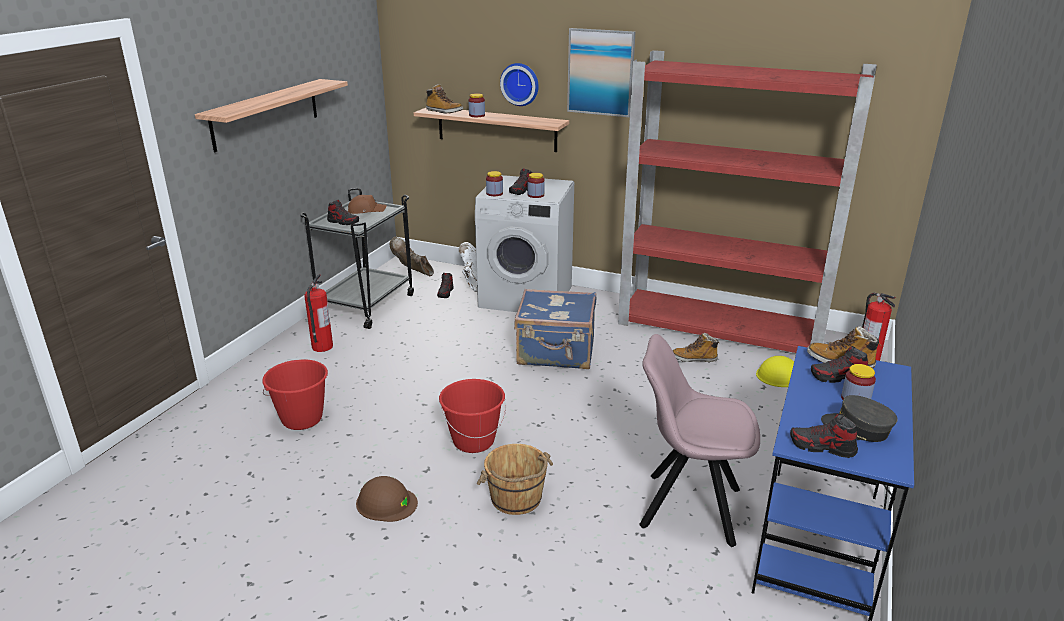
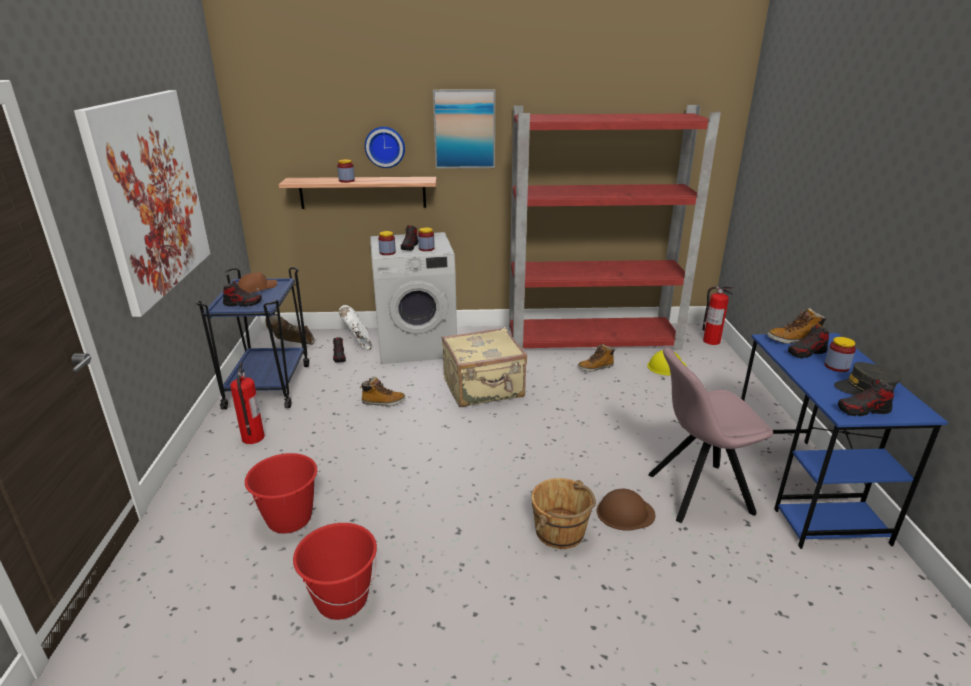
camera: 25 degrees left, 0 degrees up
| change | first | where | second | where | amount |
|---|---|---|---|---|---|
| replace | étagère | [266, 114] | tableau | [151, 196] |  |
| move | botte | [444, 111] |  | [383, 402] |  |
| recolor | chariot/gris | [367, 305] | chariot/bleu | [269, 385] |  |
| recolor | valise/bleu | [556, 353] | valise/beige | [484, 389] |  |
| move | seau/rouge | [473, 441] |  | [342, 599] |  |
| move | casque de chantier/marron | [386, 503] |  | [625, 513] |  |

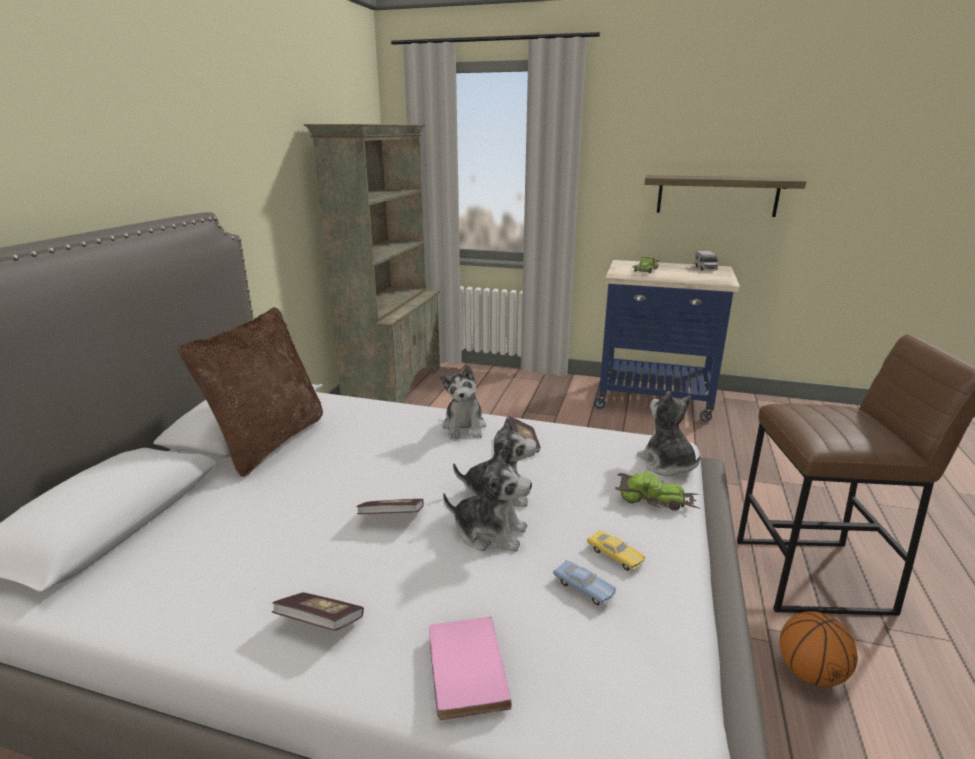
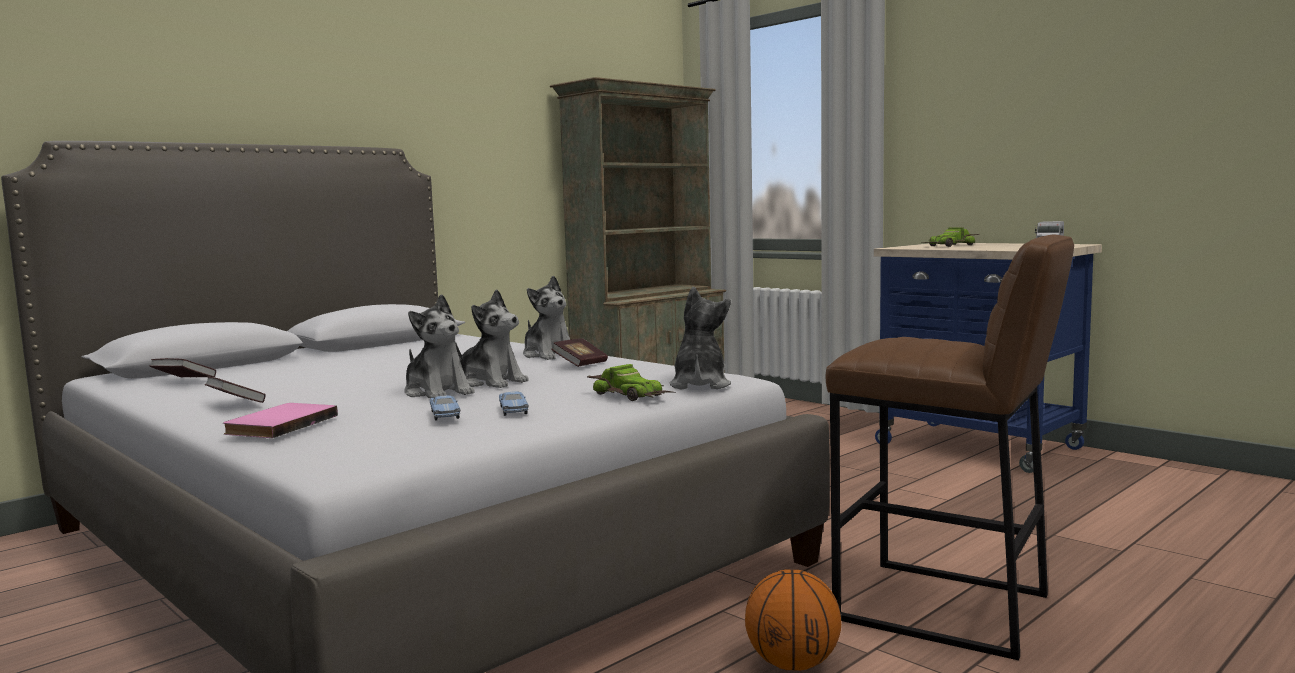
camera: 30 degrees right, 15 degrees down
| change | first | where | second | where | amount |
|---|---|---|---|---|---|
| delete | étagère | [717, 195] |  |  |  |
| delete | coussin/marron | [271, 443] |  |  |  |
| rotate | peluche | [464, 427] |  | [549, 355] | 60 degrees counterclockwise |
| move | livre | [391, 517] |  | [184, 381] |  |
| recolor | petite voiture/jaune | [615, 555] | petite voiture/bleu | [513, 410] |  |

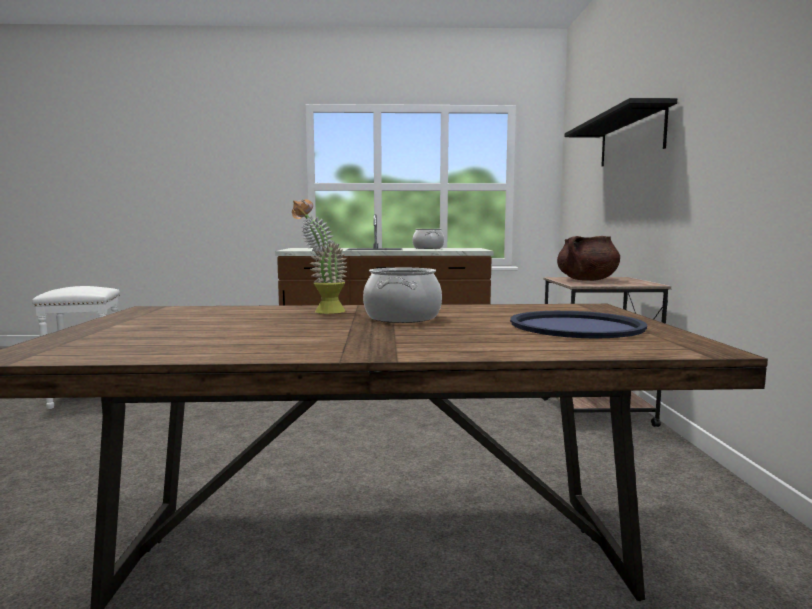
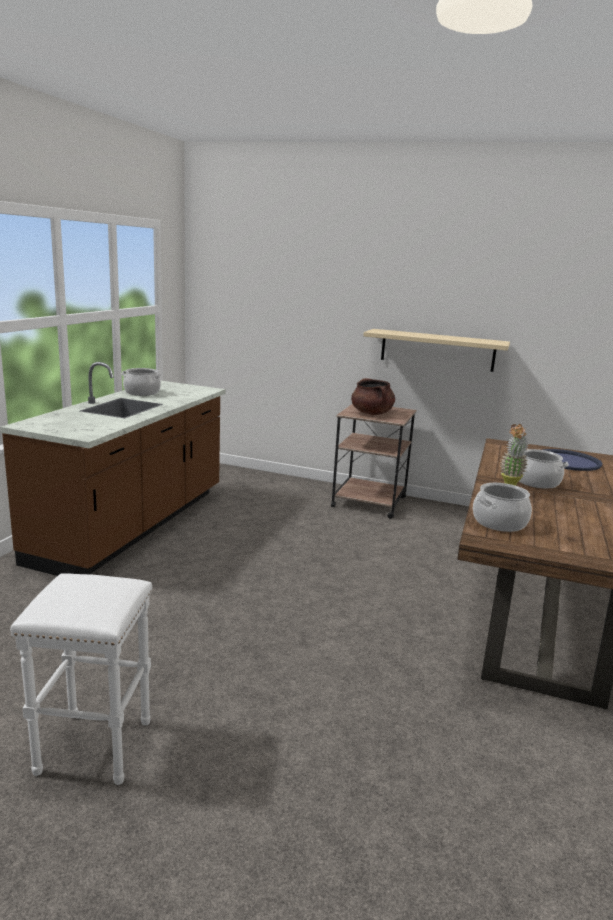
camera: 70 degrees left, 10 degrees up
| change | first | where | second | where | amount |
|---|---|---|---|---|---|
| delete | étagère/noir | [631, 138] |  |  |  |
| insert |  |  | étagère/beige | [437, 350] |  |
| insert |  |  | marmite | [499, 523] |  |

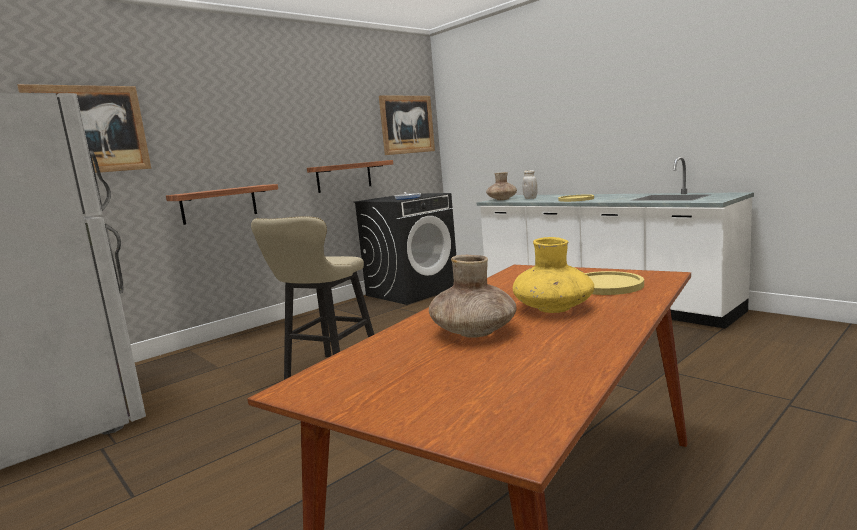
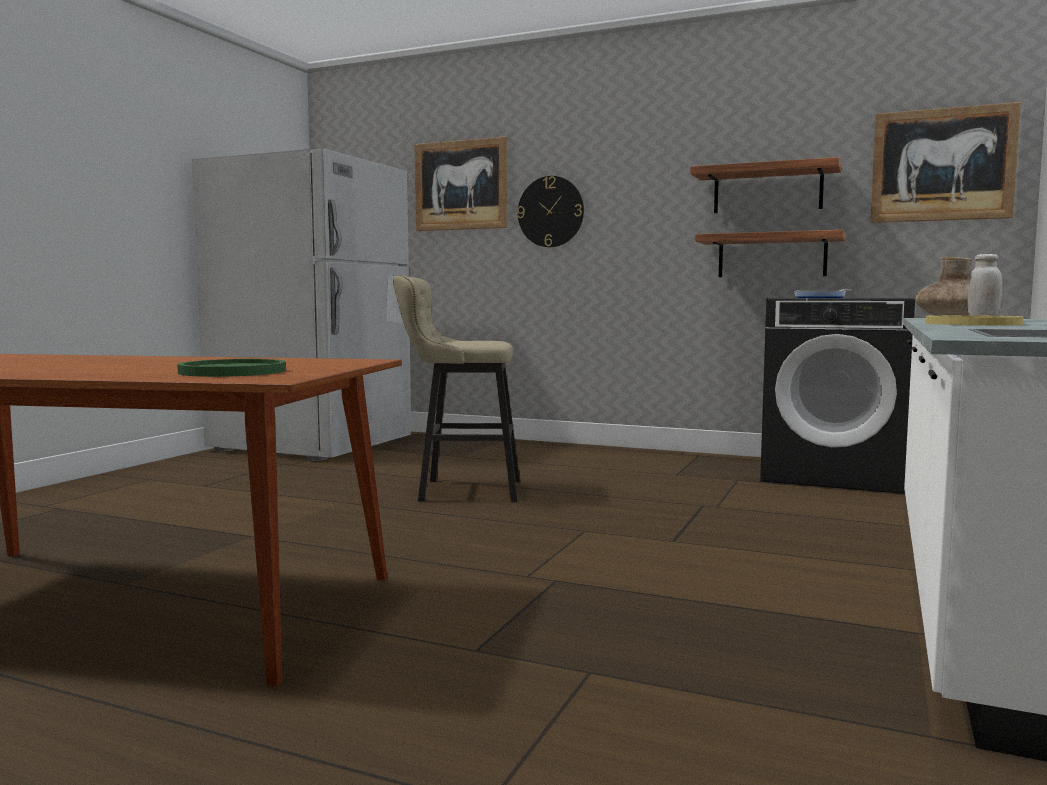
camera: 65 degrees right, 5 degrees down
| change | first | where | second | where | amount |
|---|---|---|---|---|---|
| move | étagère | [219, 204] |  | [767, 190] |  |
| delete | vase/jaune | [553, 308] |  |  |  |
| delete | vase/marron | [474, 332] |  |  |  |
| recolor | assiette/jaune | [606, 285] | assiette/vert | [233, 371] |  |
| insert |  |  | horloge murale | [550, 211] |  |

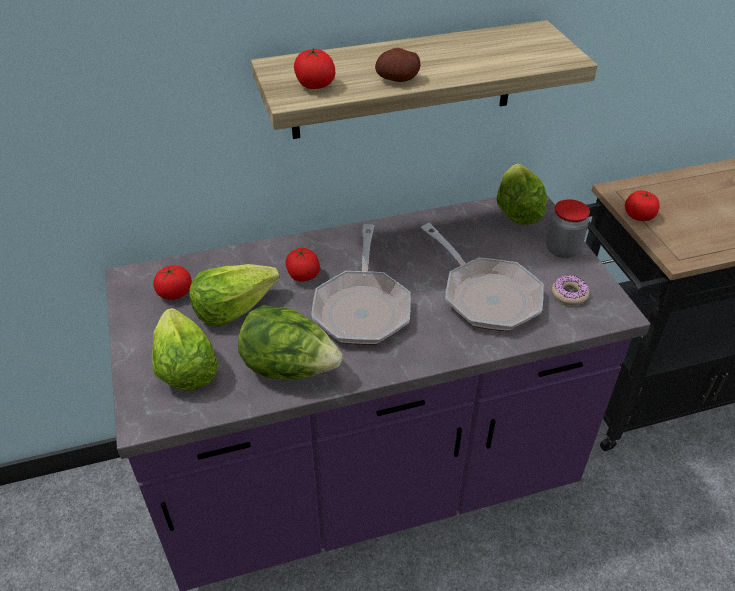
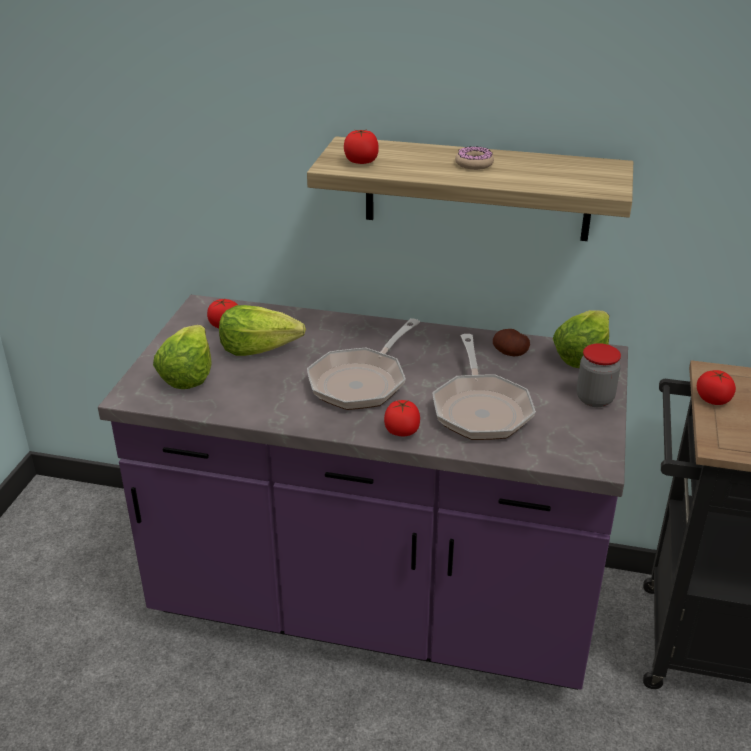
camera: 30 degrees right, 10 degrees down
| change | first | where | second | where | amount |
|---|---|---|---|---|---|
| move | pomme de terre | [397, 79] |  | [510, 353] |  |
| move | tomate | [303, 275] |  | [401, 431] |  |
| move | beignet | [569, 294] |  | [474, 164] |  |
| delete | laitue | [290, 368] |  |  |  |

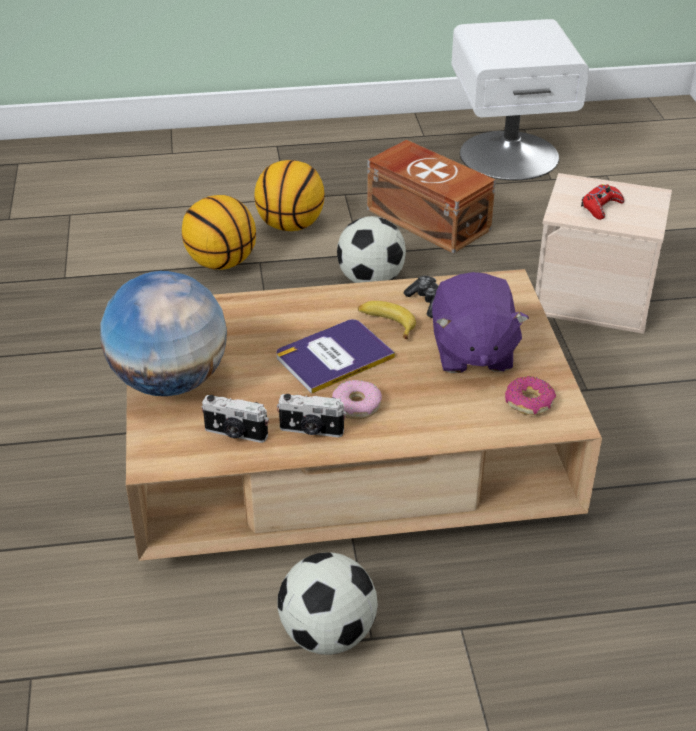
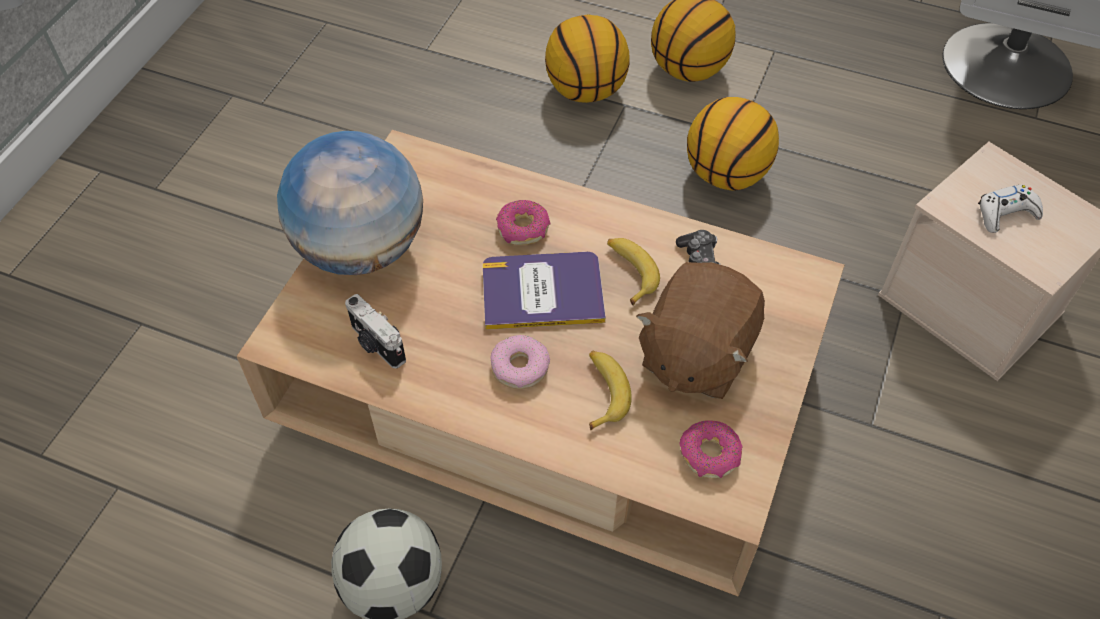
camera: 30 degrees right, 15 degrees up
| change | first | where | second | where | amount |
|---|---|---|---|---|---|
| delete | boîte de rangement/marron | [428, 218] |  |  |  |
| recolor | manette/rouge | [601, 207] | manette/blanc | [1006, 214] |  |
| replace | ballon de foot | [370, 279] | ballon de basket | [726, 174] |  |
| recolor | peluche/violet | [472, 352] | peluche/marron | [695, 354] |  |
| delete | appareil photo | [311, 431] |  |  |  |
| insert |  |  | beignet | [523, 229] |  |
| insert |  |  | banane | [603, 392] |  |

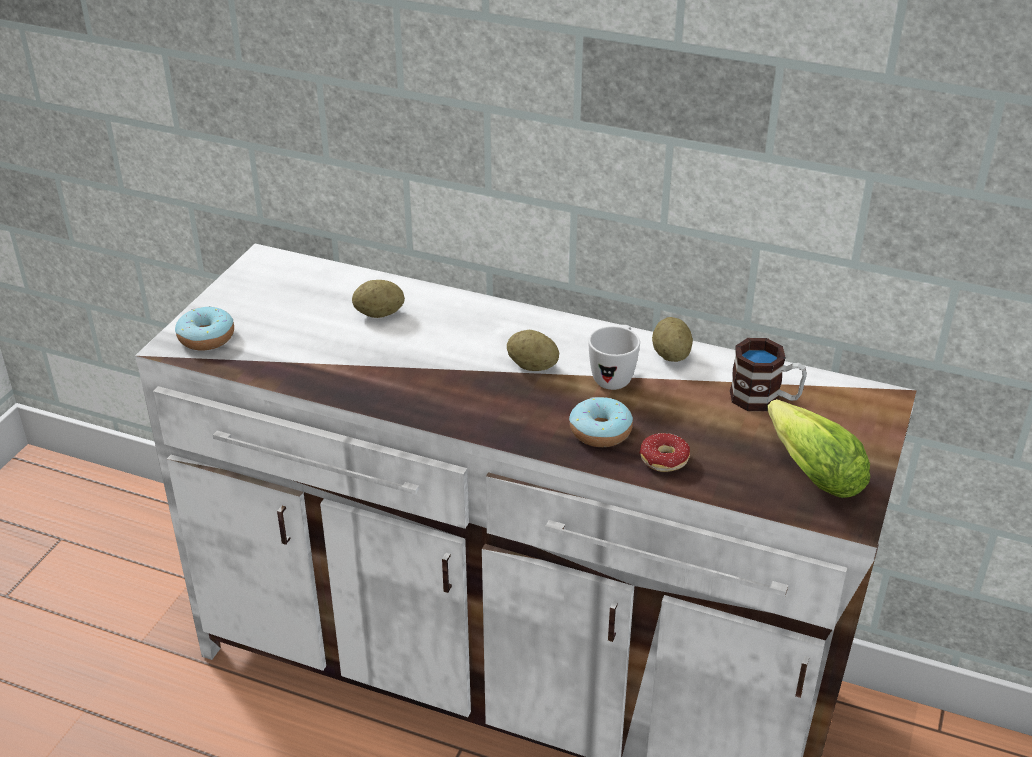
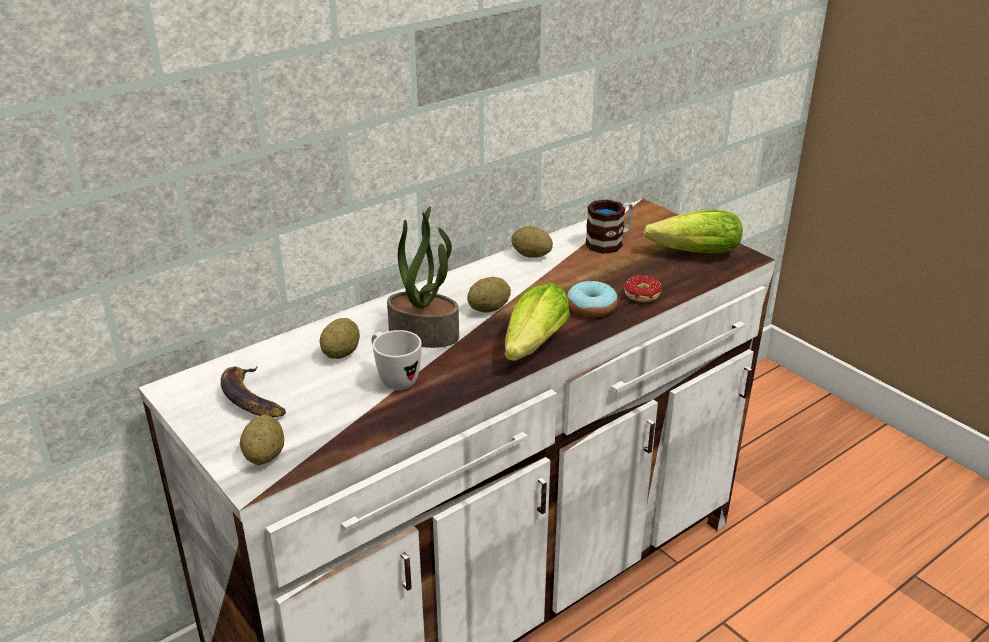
camera: 60 degrees left, 5 degrees down
| change | first | where | second | where | amount |
|---|---|---|---|---|---|
| replace | beignet | [206, 338] | pomme de terre | [264, 456] |  |
| move | mug/blanc | [615, 376] |  | [394, 379] |  |
| insert |  |  | plante en pot | [425, 334] |  |
| insert |  |  | laitue | [531, 348] |  |
| insert |  |  | banane | [251, 398] |  |

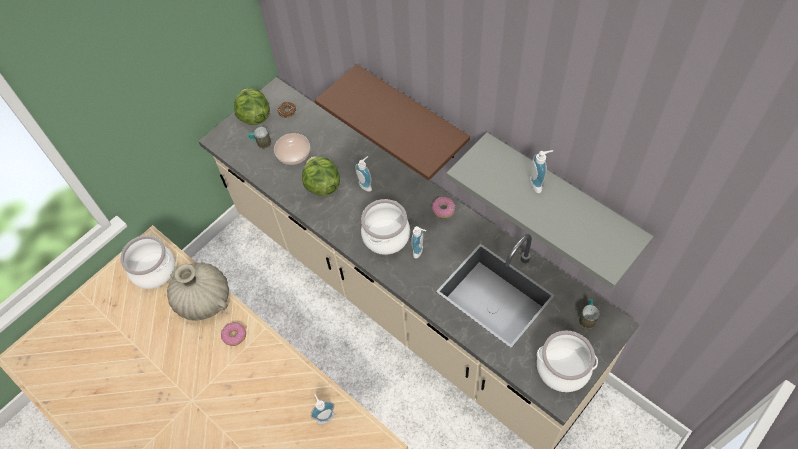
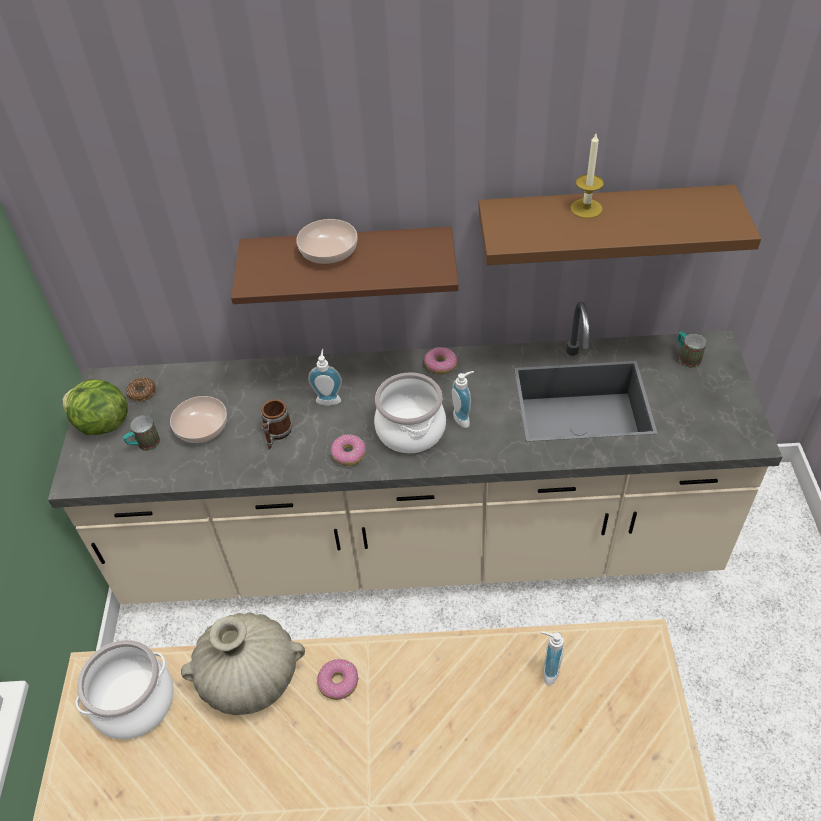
camera: 45 degrees left, 10 degrees down
| change | first | where | second | where | amount |
|---|---|---|---|---|---|
| recolor | étagère/gris | [562, 197] | étagère/marron | [602, 222] |  |
| replace | distributeur de savon | [538, 184] | bougie | [586, 208] |  |
| replace | laitue | [322, 185] | mug | [276, 434] |  |
| delete | marmite | [563, 367] |  |  |  |
| insert |  |  | bol | [329, 253] |  |
| insert |  |  | beignet | [348, 454] |  |

